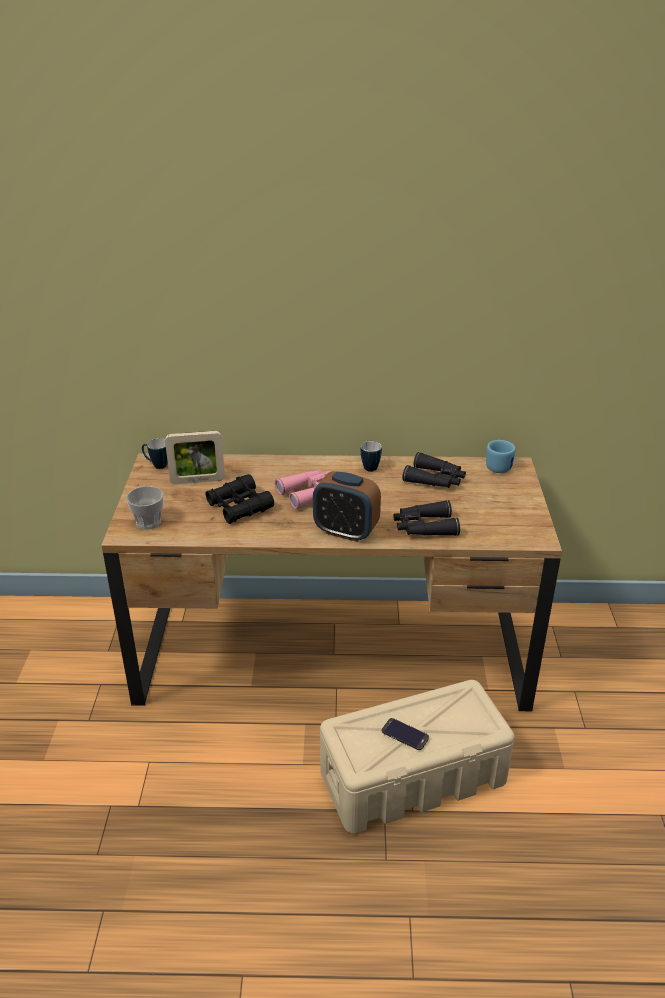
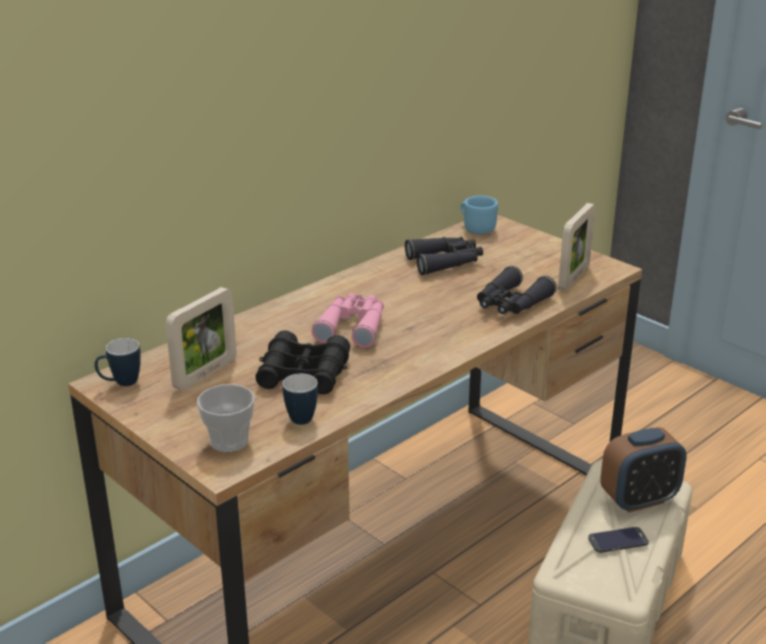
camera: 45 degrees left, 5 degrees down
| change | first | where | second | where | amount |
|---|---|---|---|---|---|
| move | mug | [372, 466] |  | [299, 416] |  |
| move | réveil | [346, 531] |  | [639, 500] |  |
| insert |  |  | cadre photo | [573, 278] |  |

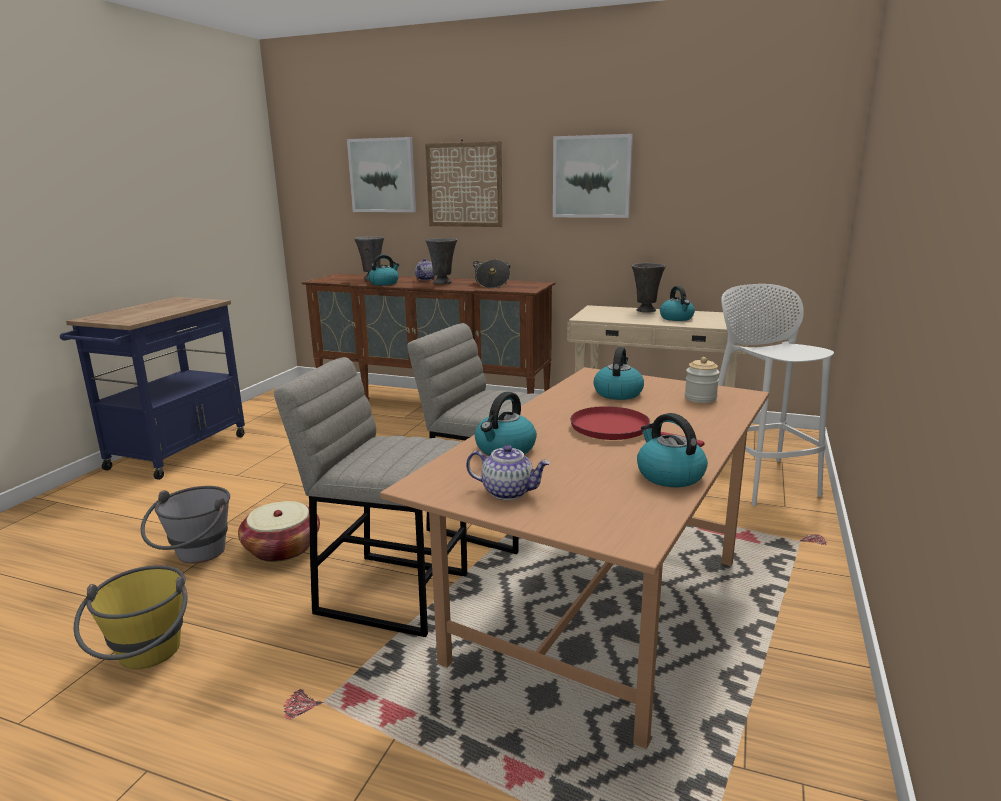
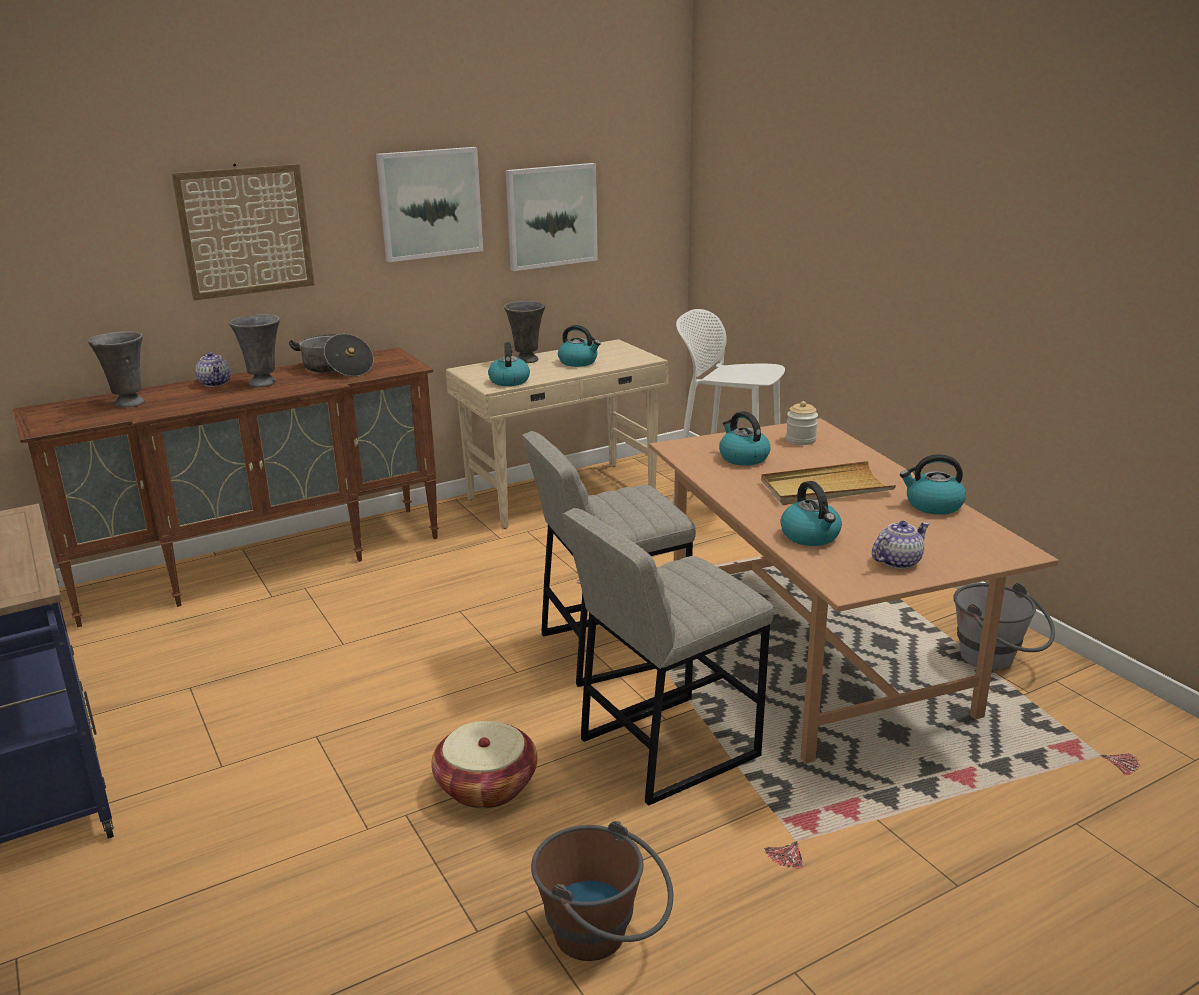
camera: 50 degrees left, 5 degrees up
| change | first | where | second | where | amount |
|---|---|---|---|---|---|
| move | tableau | [382, 175] |  | [551, 216] |  |
| move | bouilloire | [384, 283] |  | [509, 381] |  |
| replace | poêle/rouge | [616, 430] | plateau/beige | [825, 488] |  |
| move | seau/gris | [195, 557] |  | [996, 661] |  |
| recolor | seau/jaune | [146, 658] | seau/marron | [604, 938] |  |

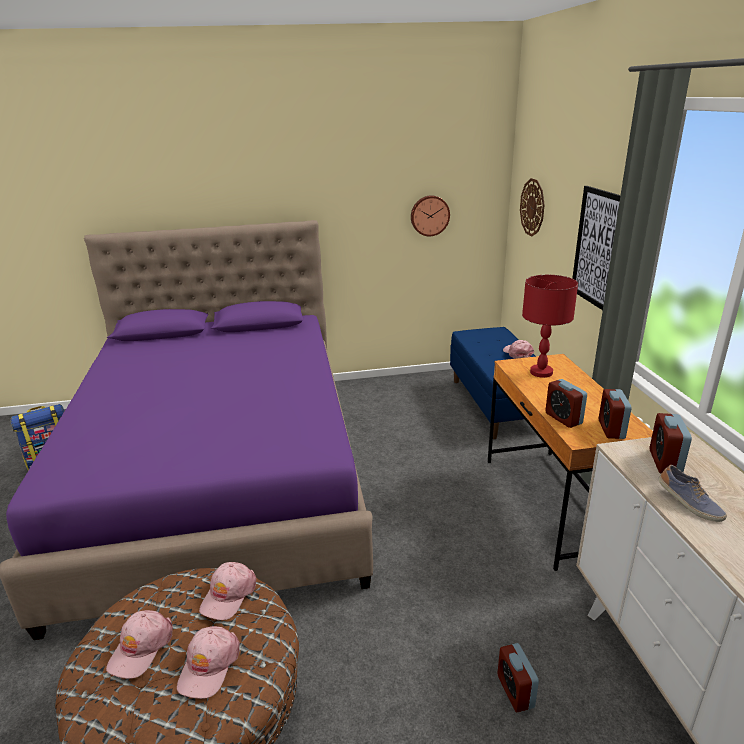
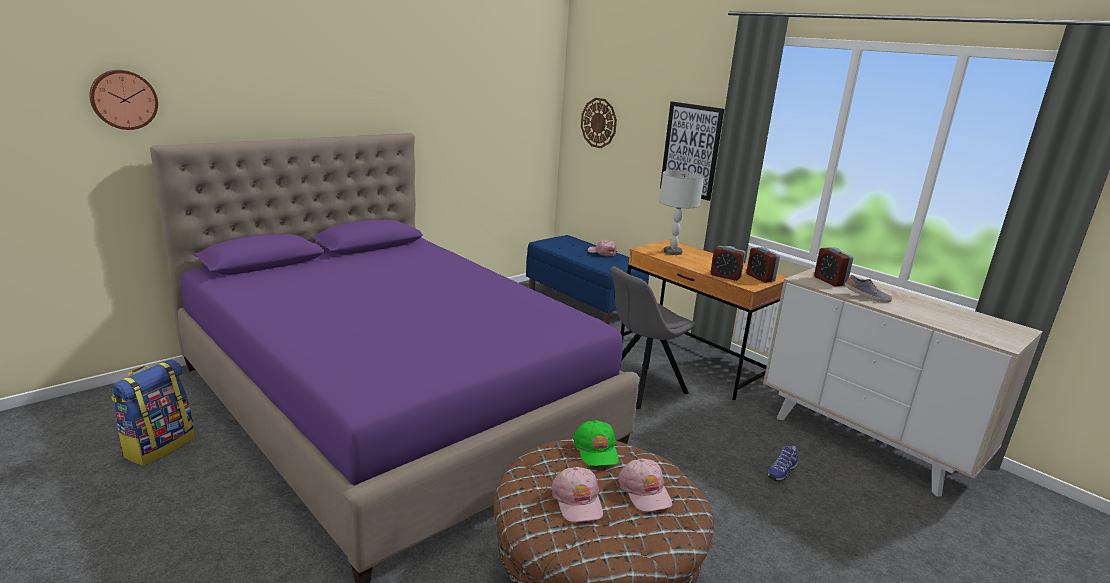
camera: 35 degrees left, 5 degrees down
| change | first | where | second | where | amount |
|---|---|---|---|---|---|
| move | horloge murale | [429, 215] |  | [123, 99] |  |
| recolor | lampe de table/rouge | [541, 372] | lampe de table/gris | [673, 252] |  |
| recolor | casquette/rose | [228, 595] | casquette/vert | [596, 450] |  |
| replace | réveil | [515, 691] | chaussure | [780, 472] |  |
| insert |  |  | chaise/gris | [642, 387] |  |

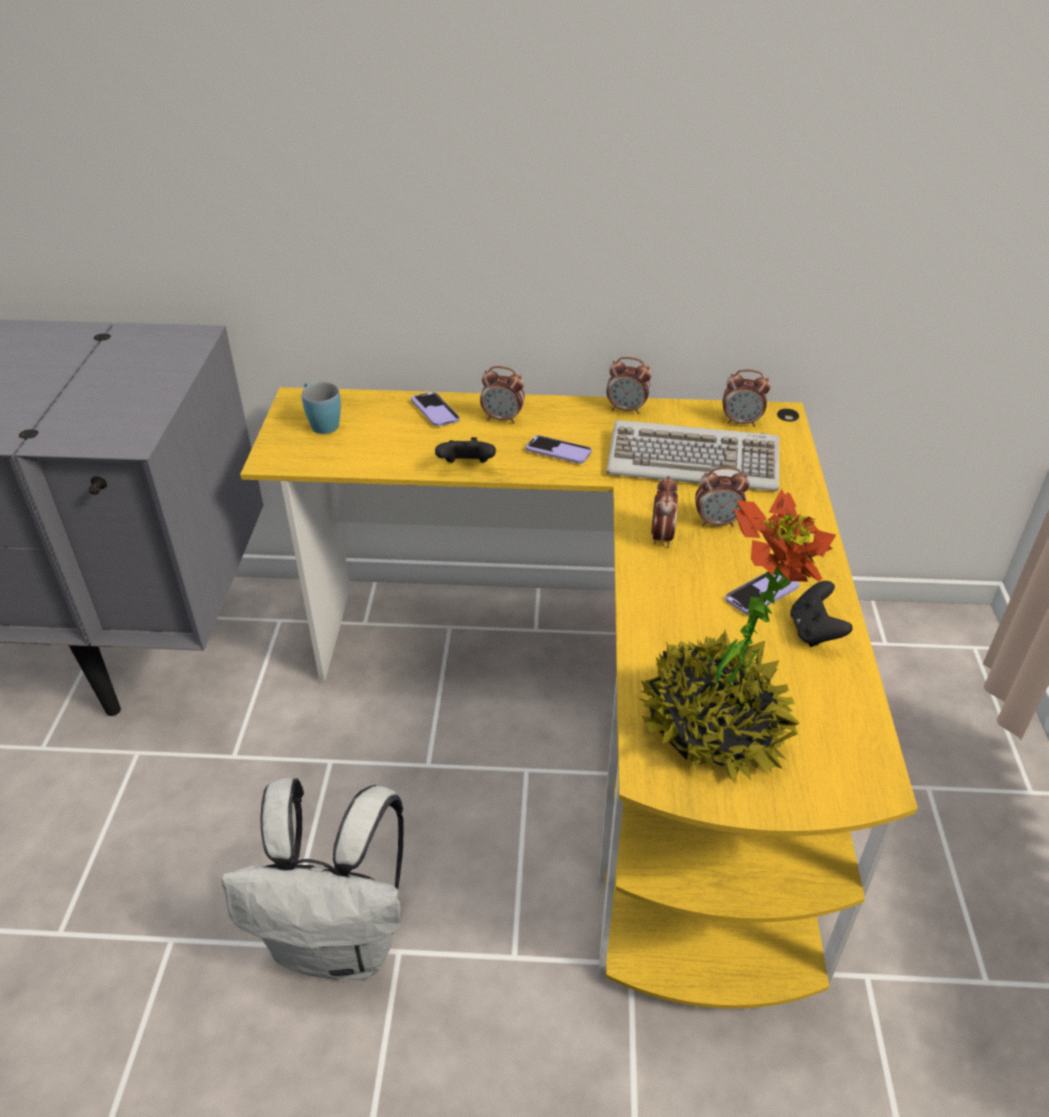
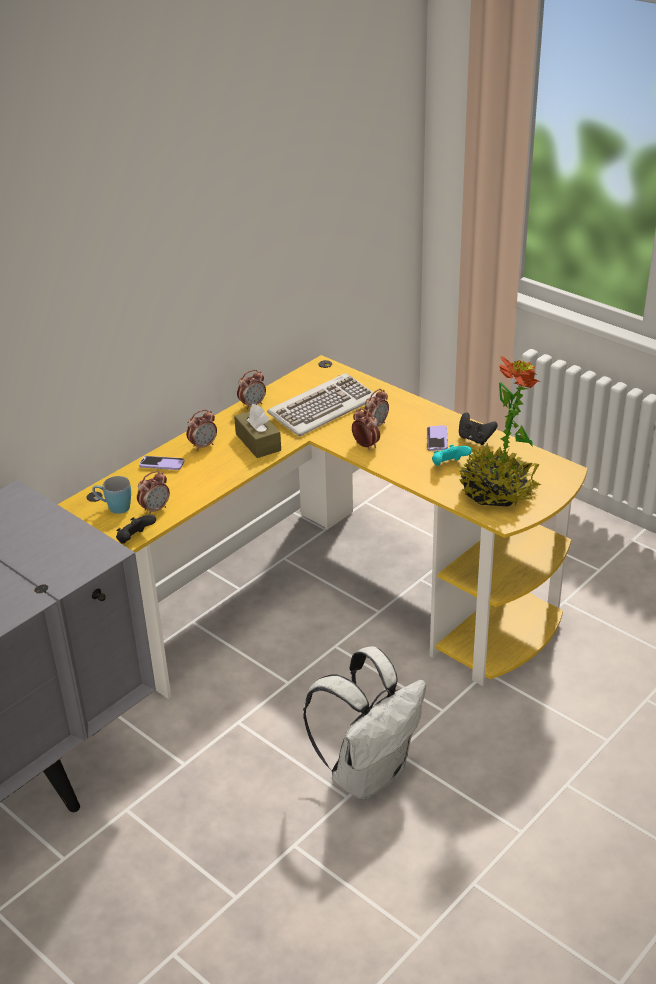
camera: 50 degrees left, 5 degrees down
| change | first | where | second | where | amount |
|---|---|---|---|---|---|
| move | réveil | [741, 422] |  | [155, 509] |  |
| replace | téléphone | [558, 451] | boîte à mouchoirs/marron | [258, 442] |  |
| move | manette/noir | [466, 467] |  | [135, 539] |  |
| insert |  |  | manette/turquoise | [449, 465] |  |

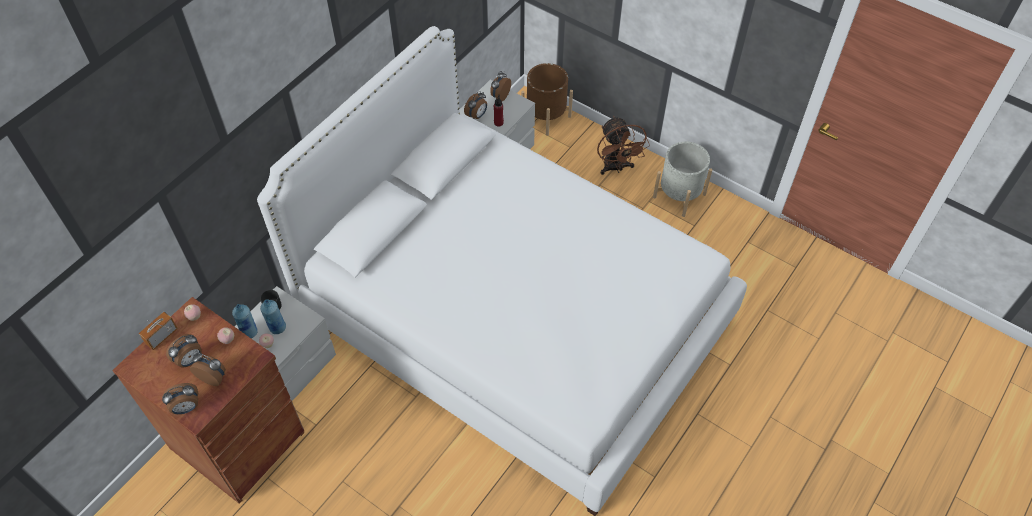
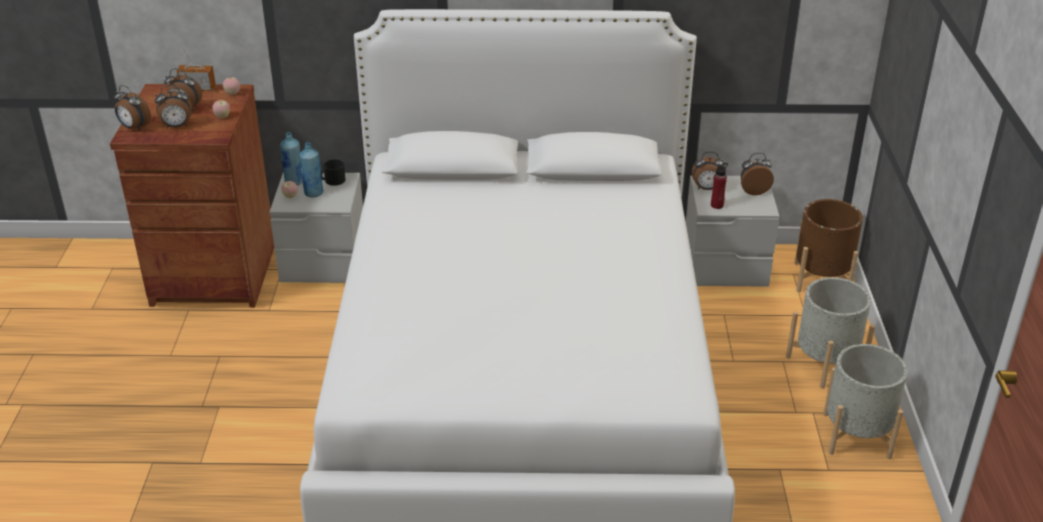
camera: 55 degrees right, 20 degrees down
| change | first | where | second | where | amount |
|---|---|---|---|---|---|
| replace | ventilateur/marron | [616, 168] | cache-pot/gris | [825, 363] |  |
| rotate | réveil | [213, 377] |  | [177, 126] | 90 degrees clockwise |

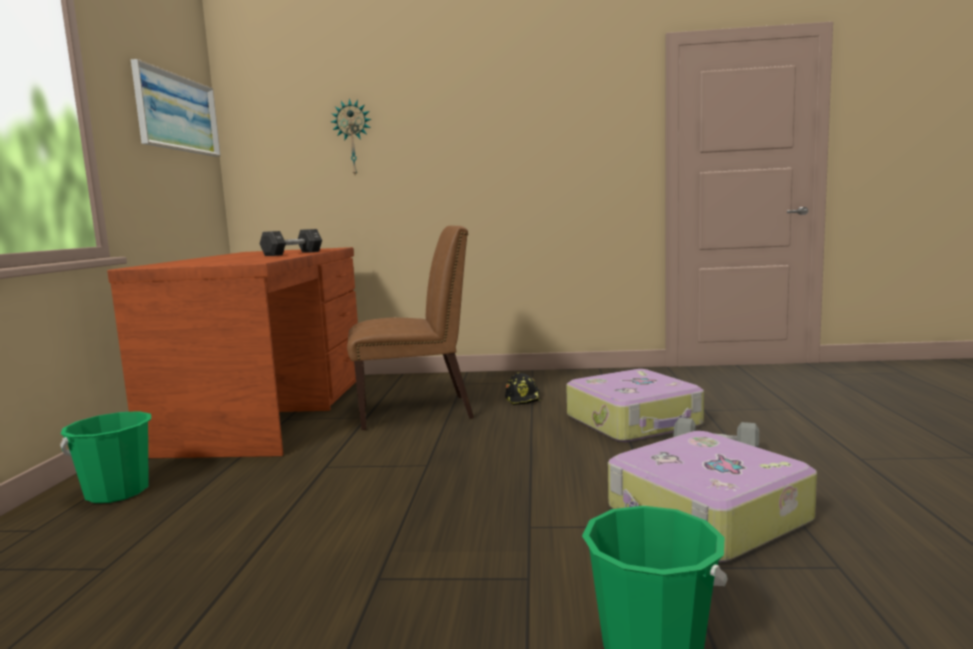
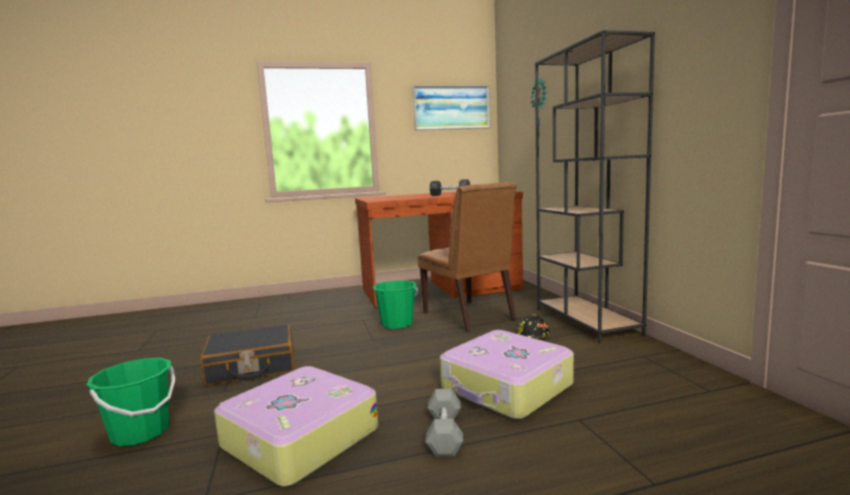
camera: 70 degrees right, 0 degrees up
| change | first | where | second | where | amount |
|---|---|---|---|---|---|
| move | seau/vert | [117, 492] |  | [397, 324] |  |
| insert |  |  | bibliothèque | [587, 321] |  |
| insert |  |  | valise/noir | [252, 367] |  |

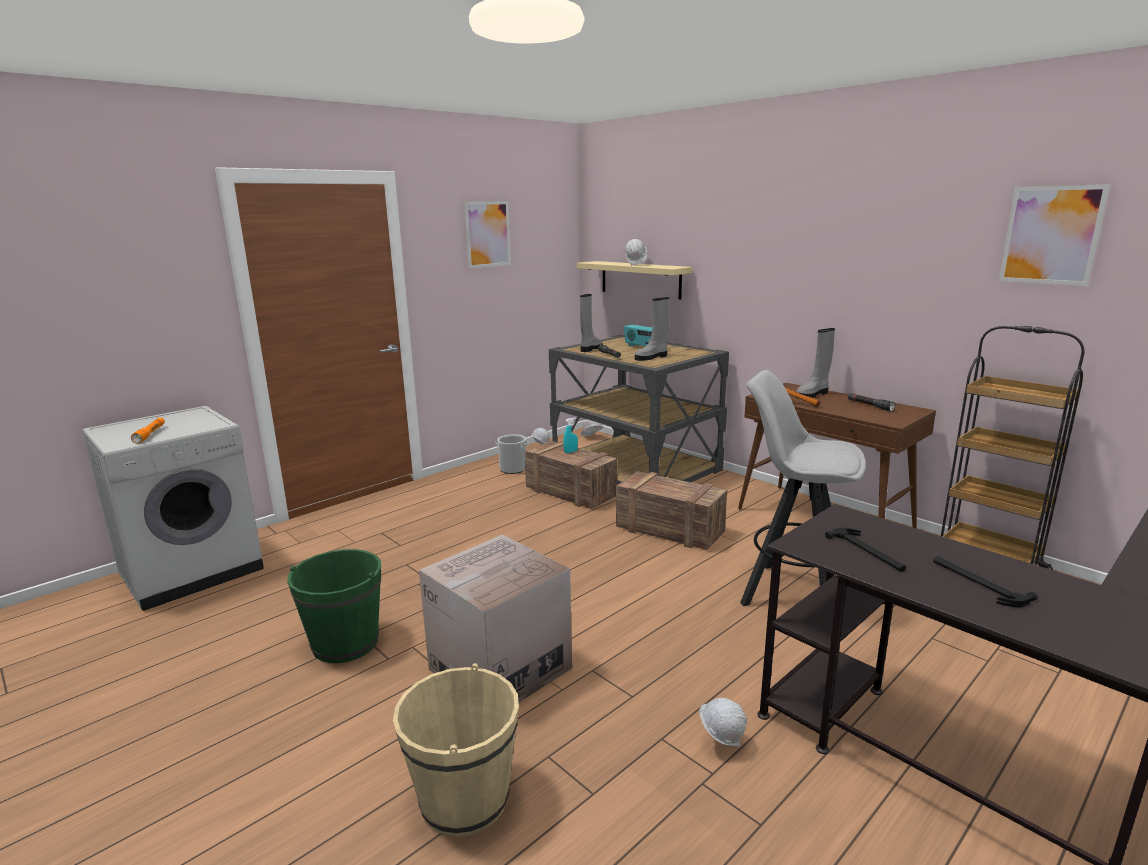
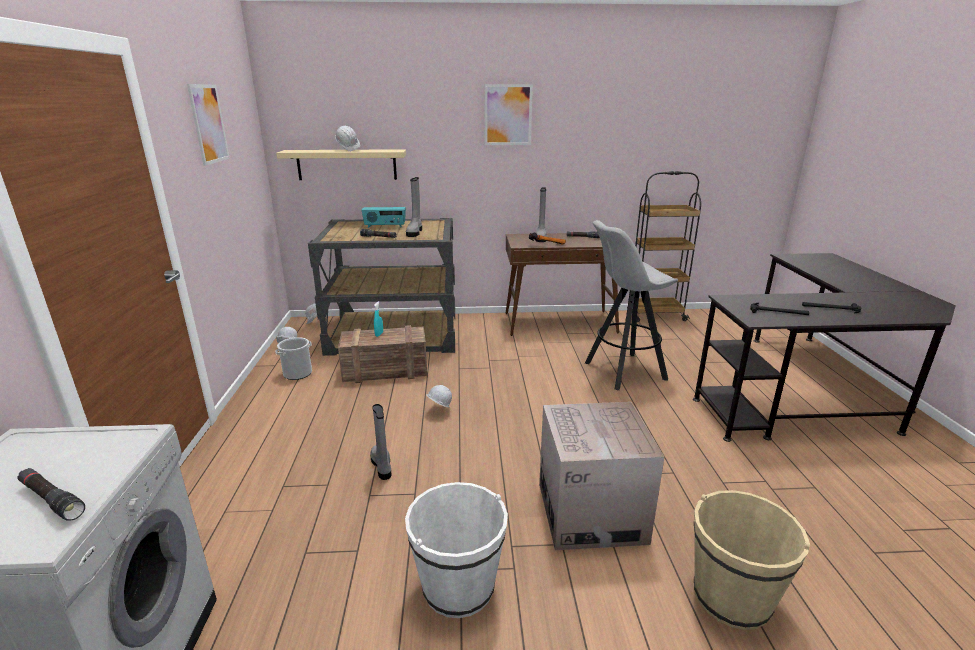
camera: 50 degrees left, 5 degrees up
| change | first | where | second | where | amount |
|---|---|---|---|---|---|
| move | tableau | [1051, 235] |  | [508, 115] |  |
| move | botte/gris | [590, 349] |  | [382, 466] |  |
| recolor | lampe de poche/orange | [150, 434] | lampe de poche/noir | [52, 499] |  |
| delete | caisse | [671, 530] |  |  |  |
| recolor | seau/vert | [345, 643] | seau/blanc | [458, 587] |  |
| move | casque de chantier/blanc | [720, 742] |  | [439, 411] |  |

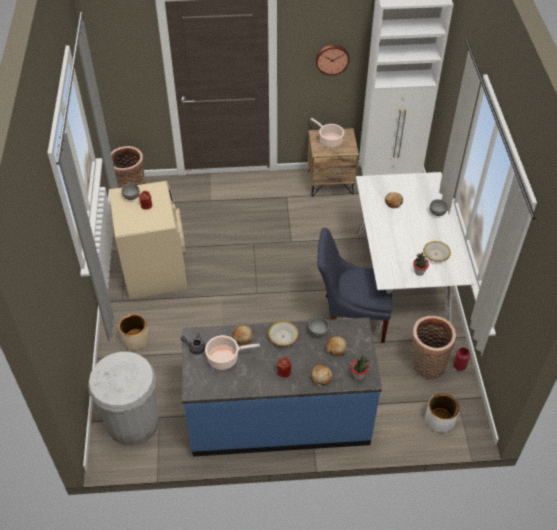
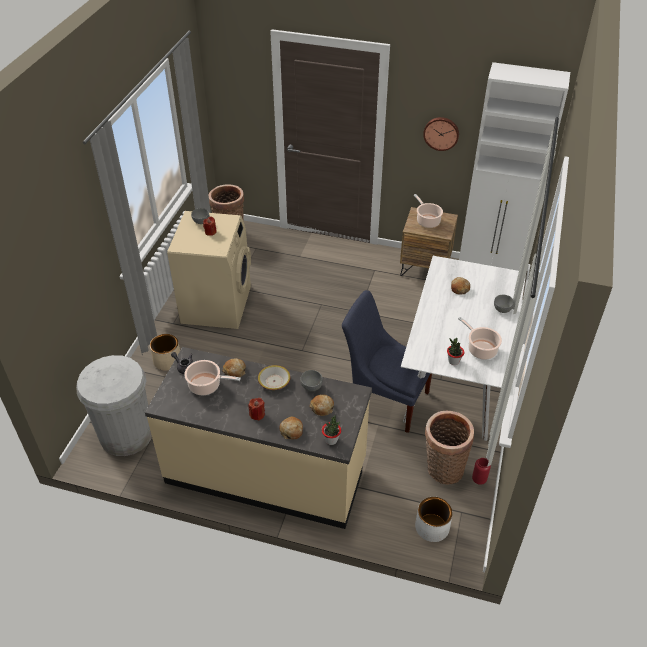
camera: 20 degrees right, 5 degrees down
| change | first | where | second | where | amount |
|---|---|---|---|---|---|
| replace | bol | [436, 254] | marmite | [480, 349] |  |
| recolor | comptoir de cuisine/bleu | [279, 416] | comptoir de cuisine/beige | [266, 471] |  |

